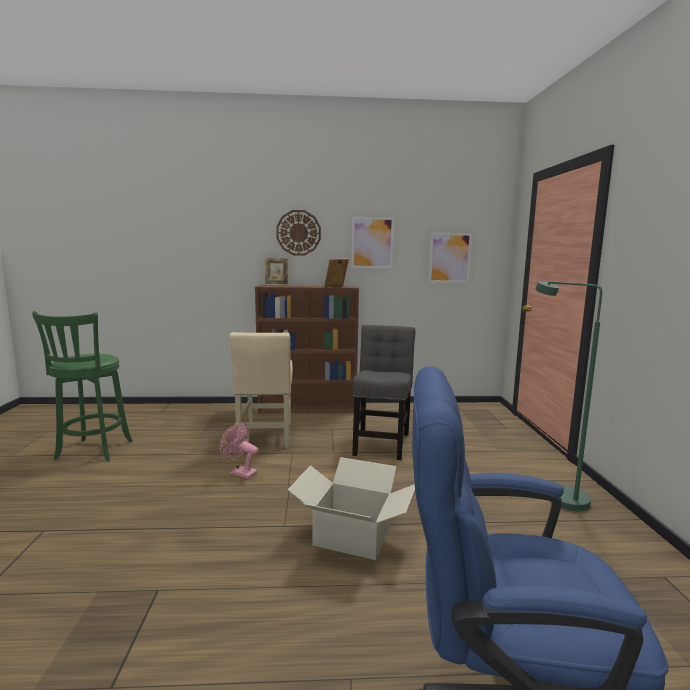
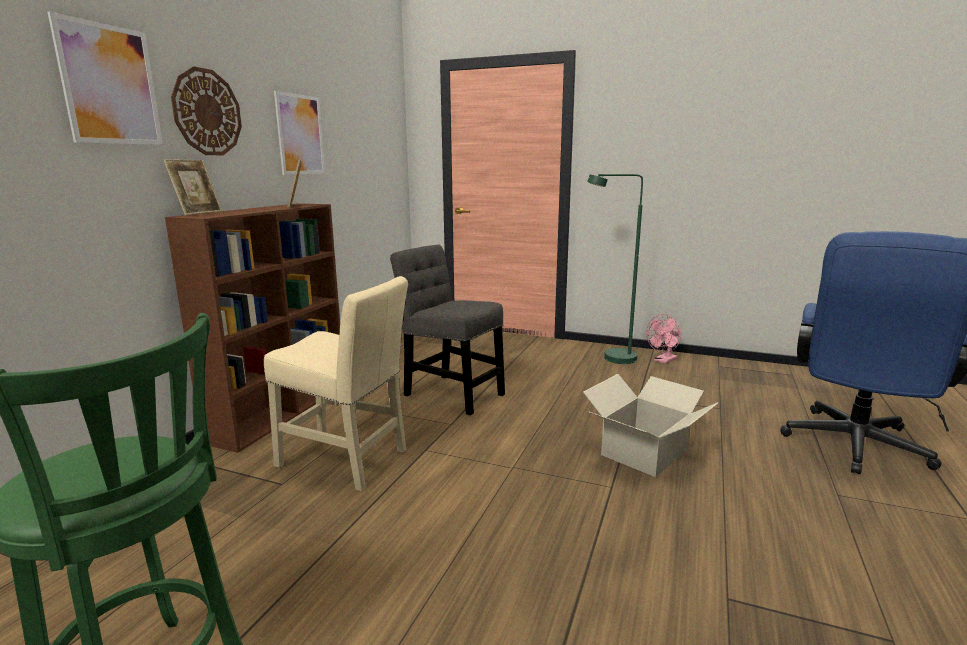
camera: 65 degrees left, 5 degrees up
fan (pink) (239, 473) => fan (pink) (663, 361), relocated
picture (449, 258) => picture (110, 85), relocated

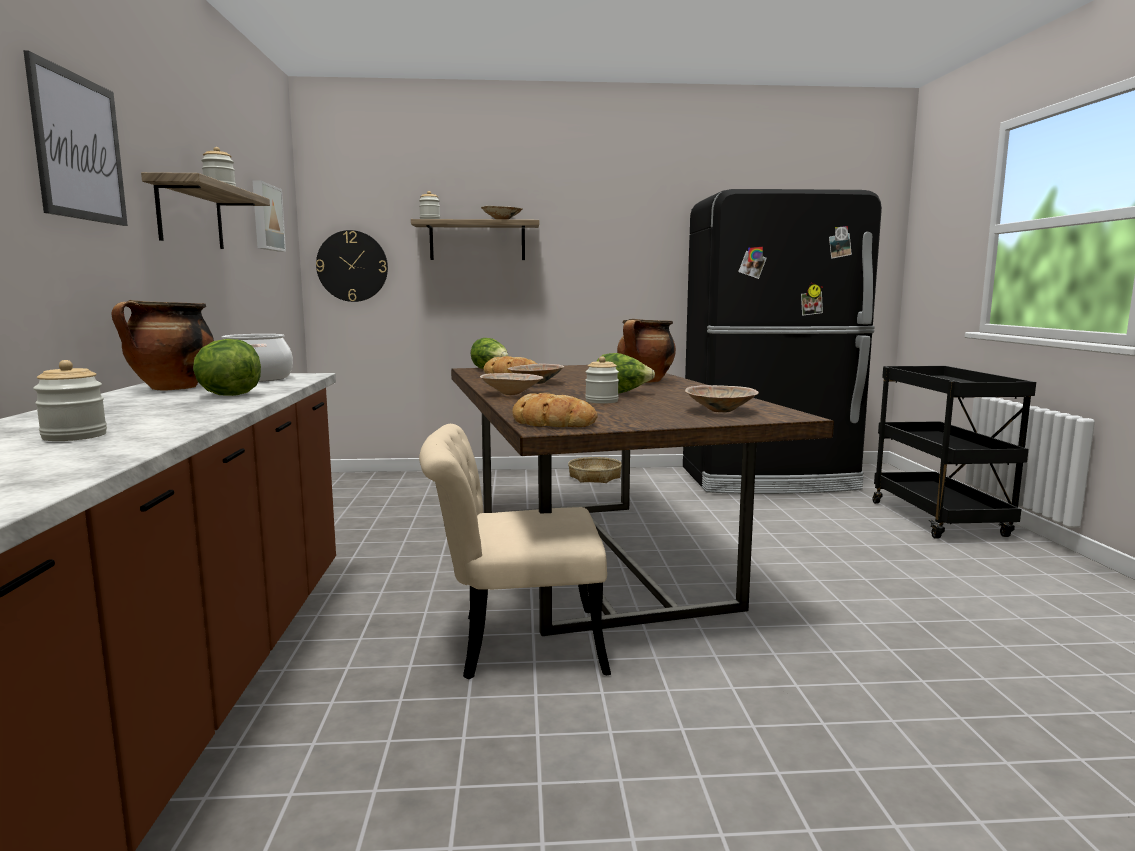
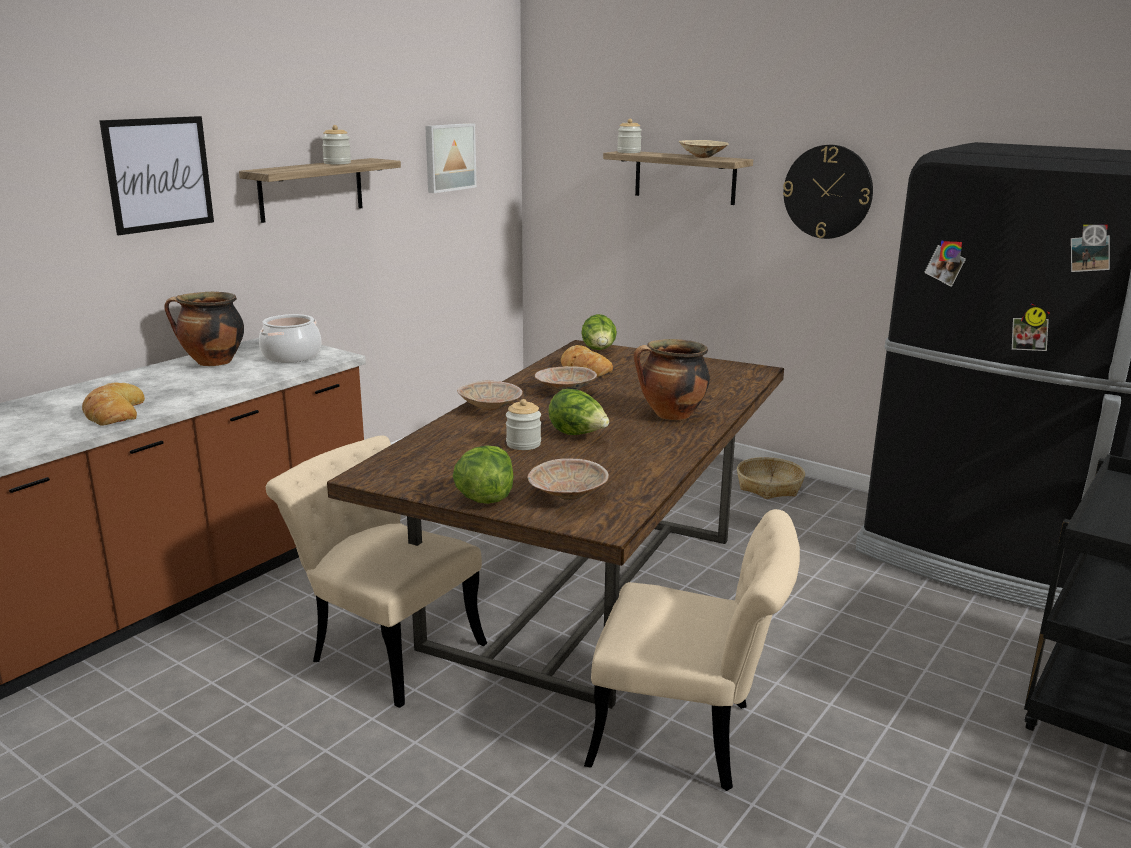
camera: 40 degrees right, 10 degrees up
jar (74, 436) => nothing
lettuce (228, 395) => lettuce (484, 499), relocated
wall clock (352, 266) => wall clock (827, 192), relocated
bread (551, 422) => bread (113, 413), relocated
nothing => chair (beige) (690, 737)

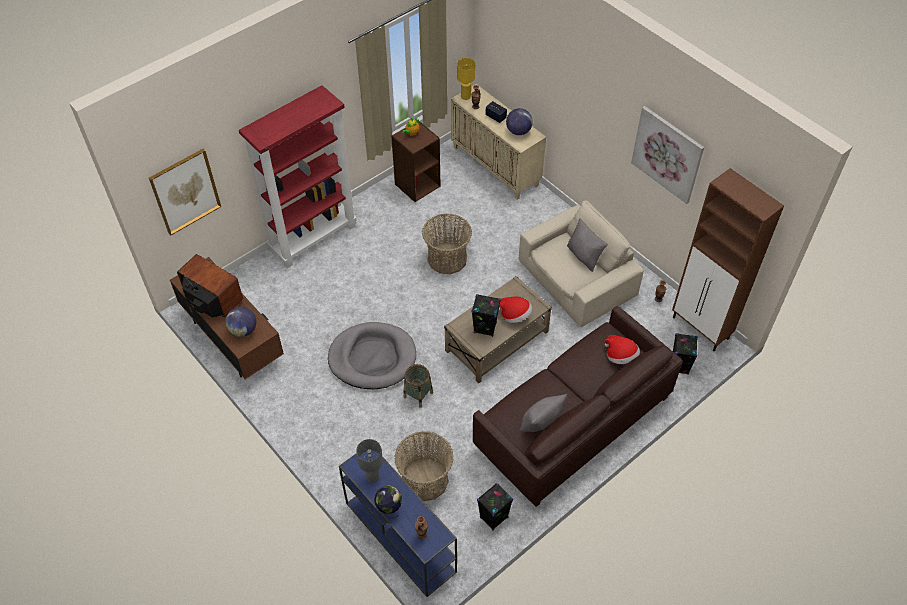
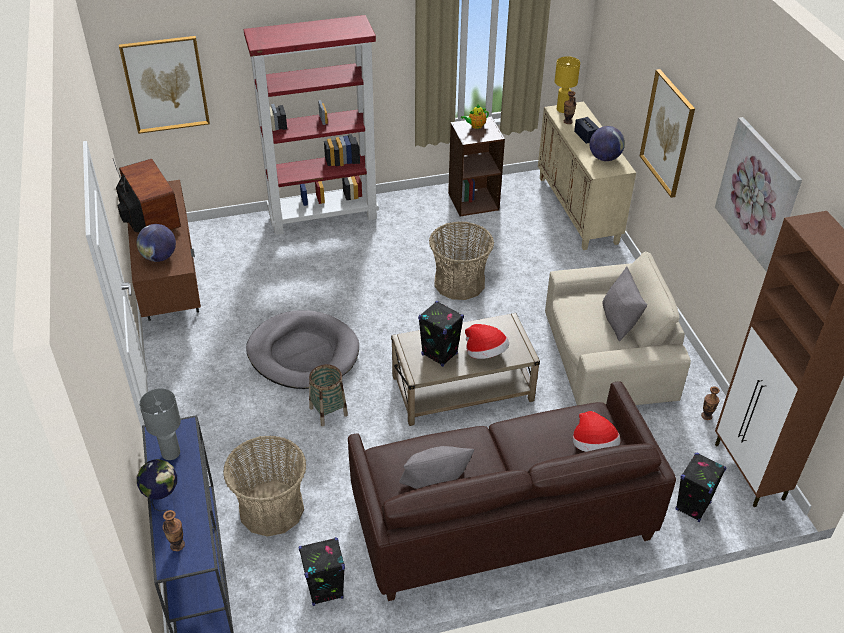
camera: 25 degrees right, 10 degrees down
nothing => picture (667, 133)

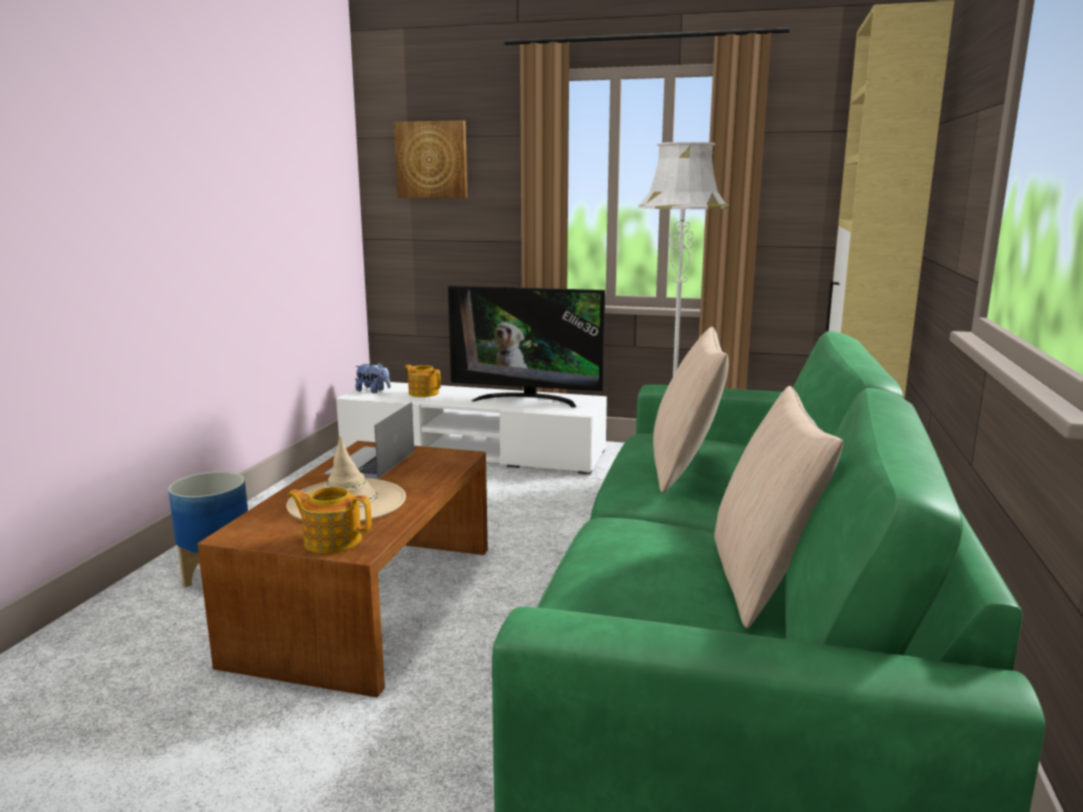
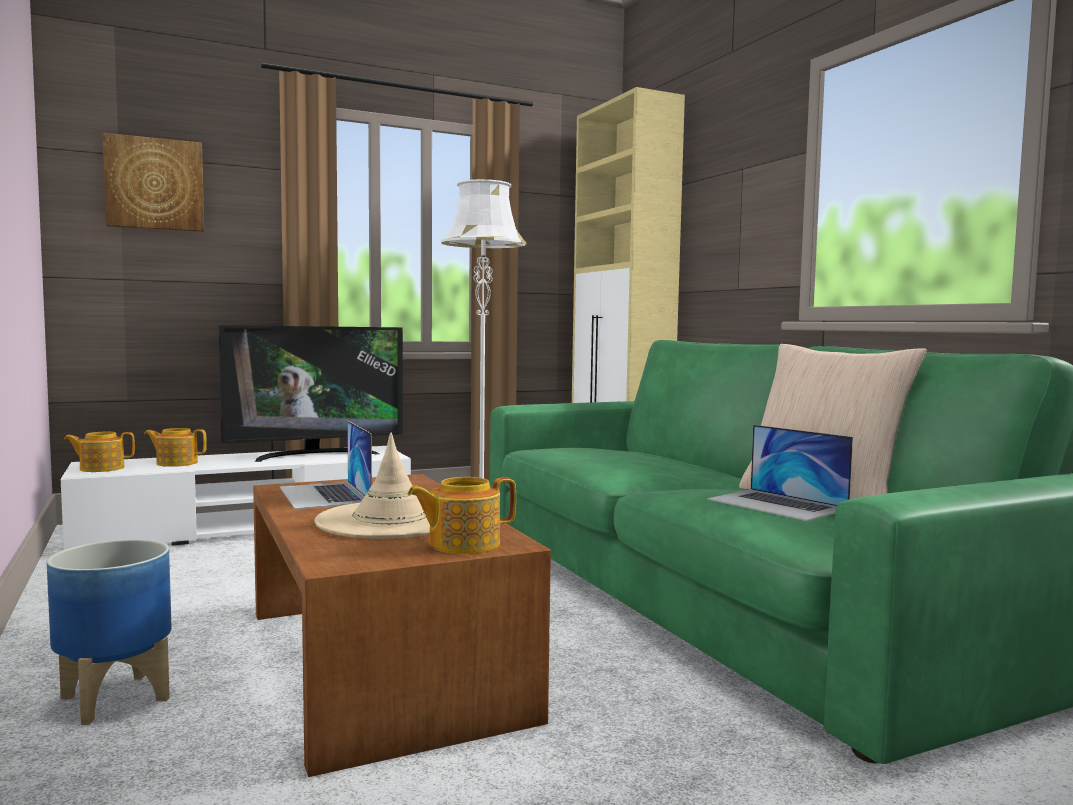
camera: 40 degrees left, 10 degrees down
plush toy (373, 391) => teapot (101, 468)
pillow (beige) (684, 468) => nothing
nothing => laptop (777, 504)

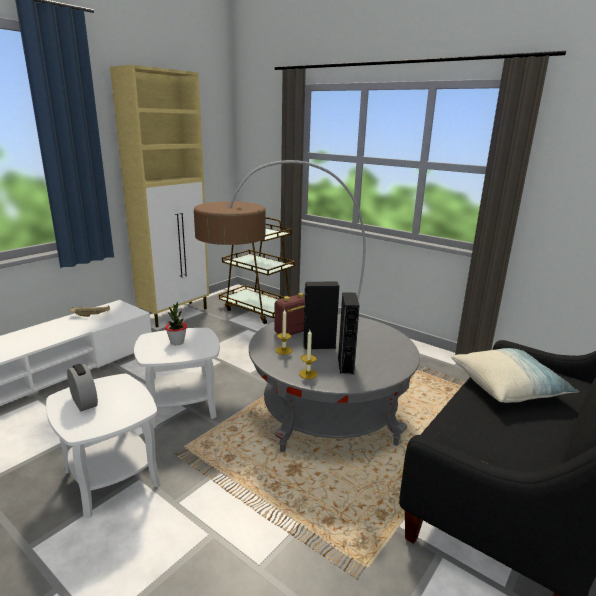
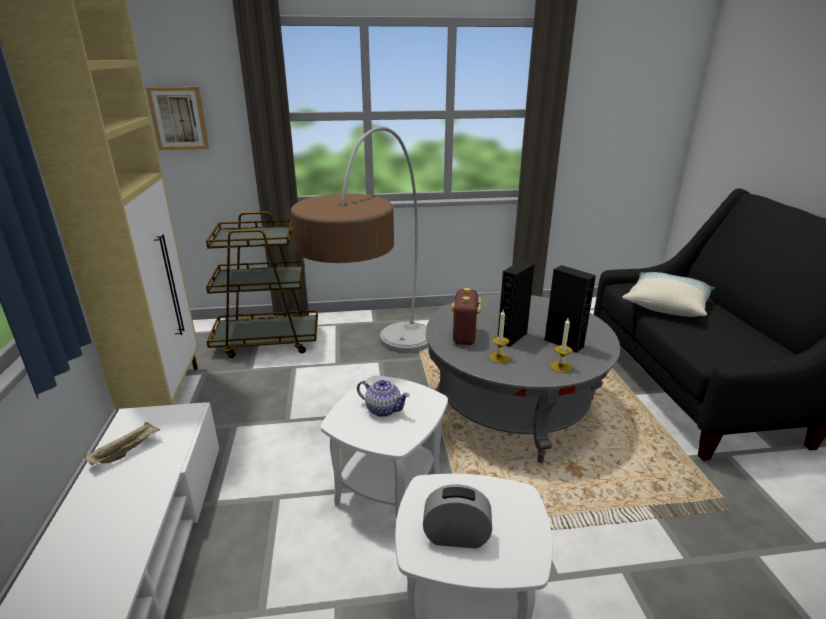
camera: 45 degrees left, 5 degrees up
potted plant (177, 342) => teapot (383, 409)
nothing => picture (179, 118)

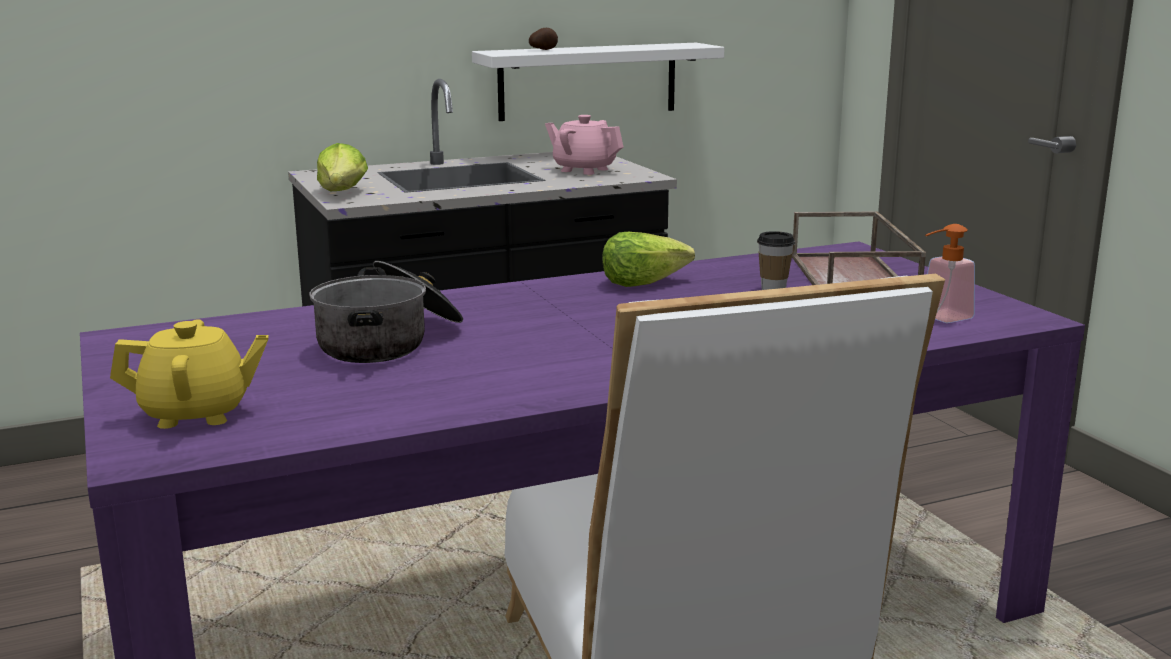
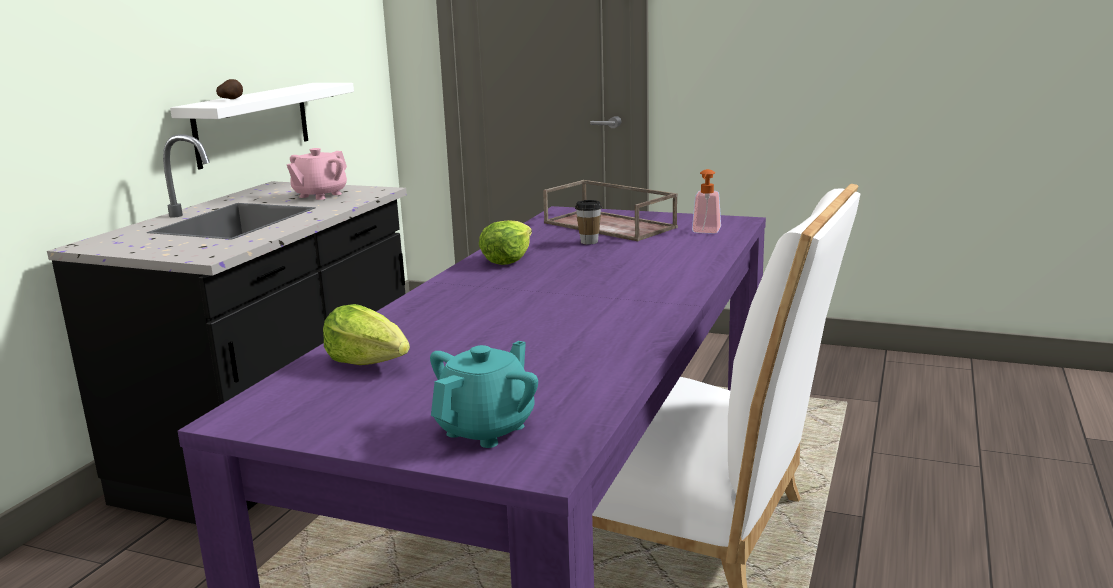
camera: 45 degrees left, 0 degrees up
teapot (yellow) (196, 414) => teapot (turquoise) (486, 429)
cooking pot (390, 341) => nothing
lettuce (343, 192) => lettuce (369, 362), relocated
teapot (pink) (584, 170) => teapot (pink) (320, 195), 45 degrees counterclockwise

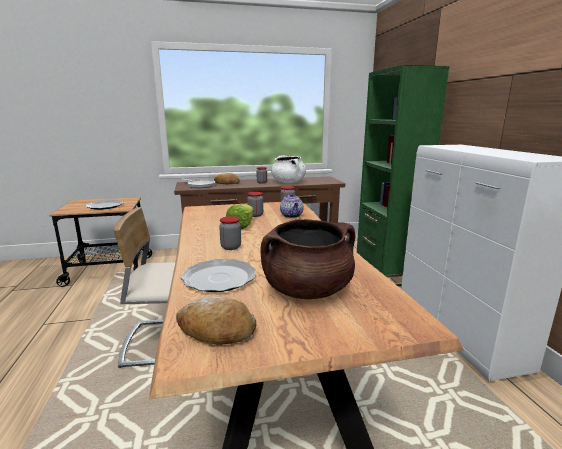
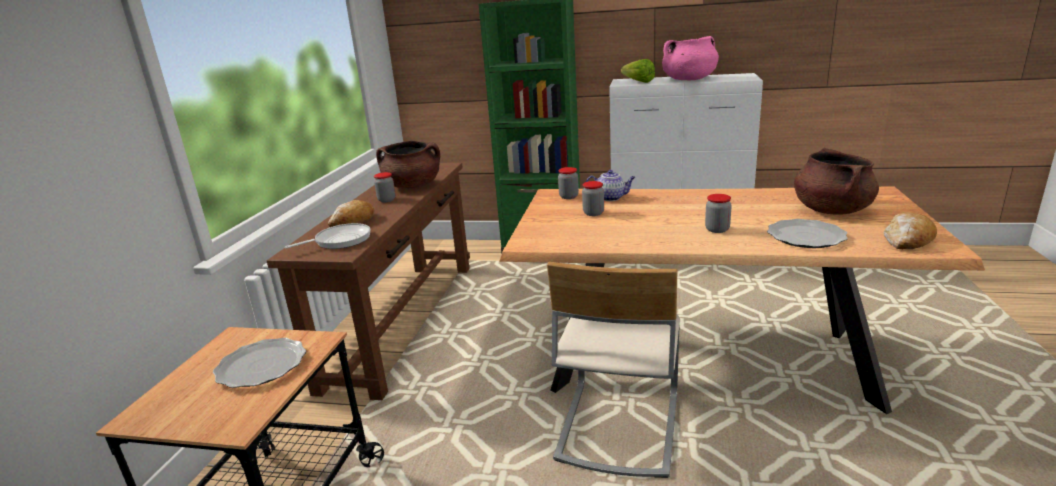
camera: 65 degrees left, 5 degrees up
lettuce (244, 225) => lettuce (636, 82), relocated
cooking pot (white) (288, 182) => cooking pot (brown) (412, 186)
nothing => cooking pot (pink) (689, 79)

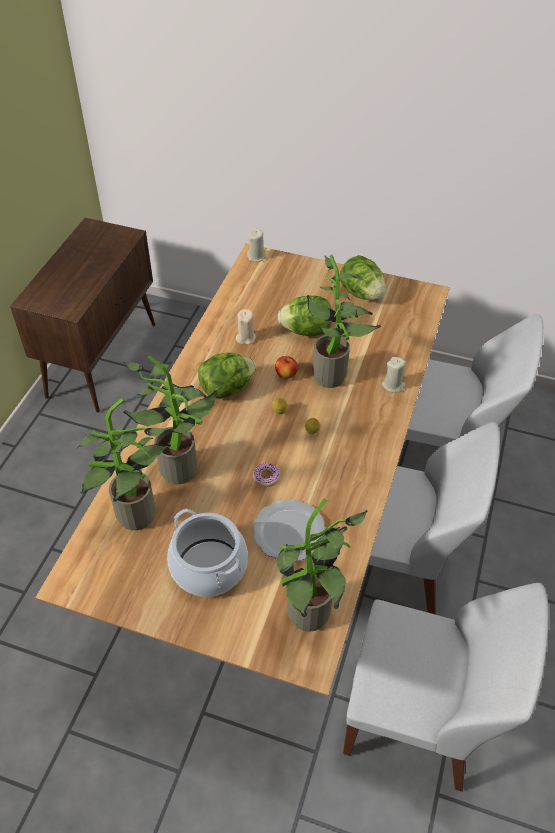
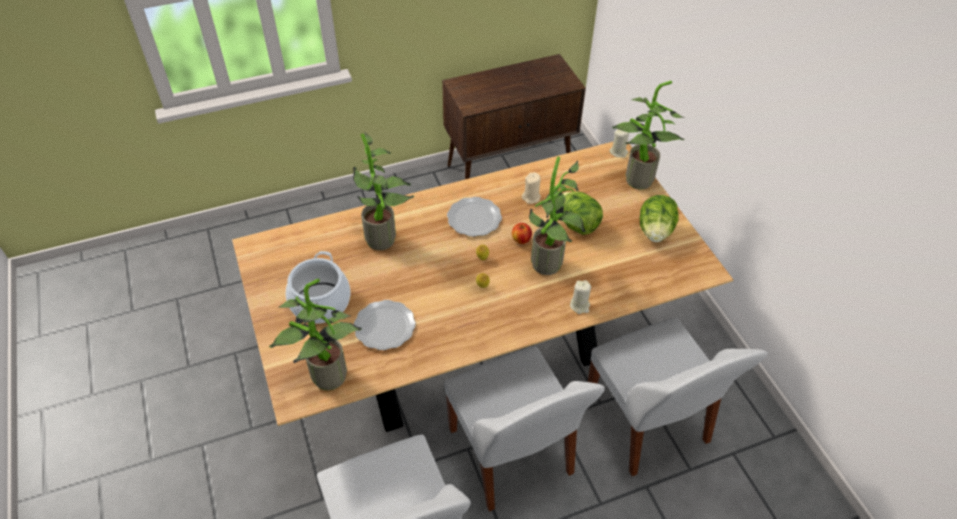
camera: 50 degrees right, 0 degrees up
potted plant (135, 520) => potted plant (635, 182), relocated
lettuce (226, 388) => plate (474, 218)
donut (266, 477) => nothing

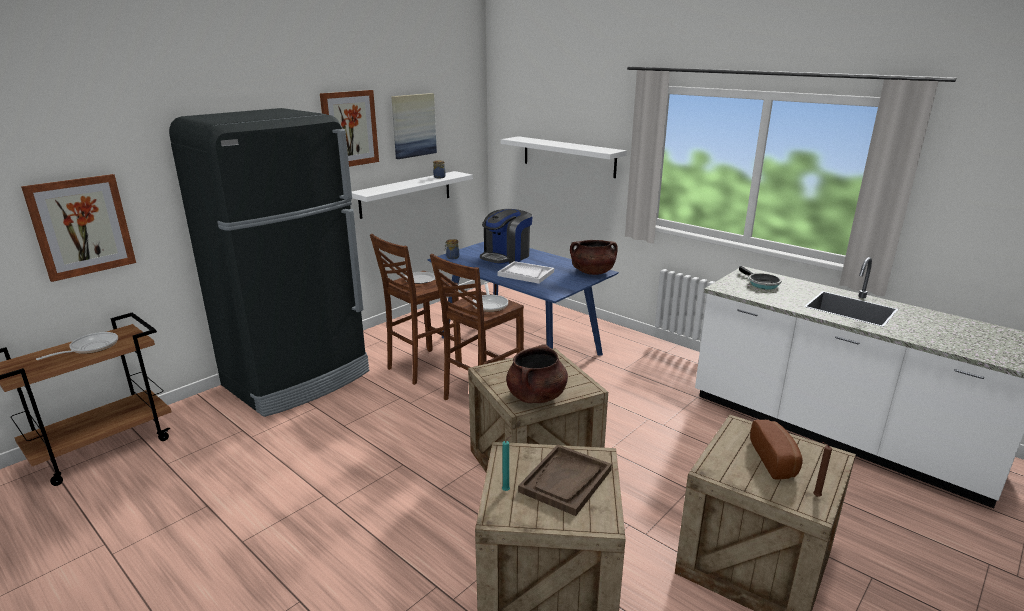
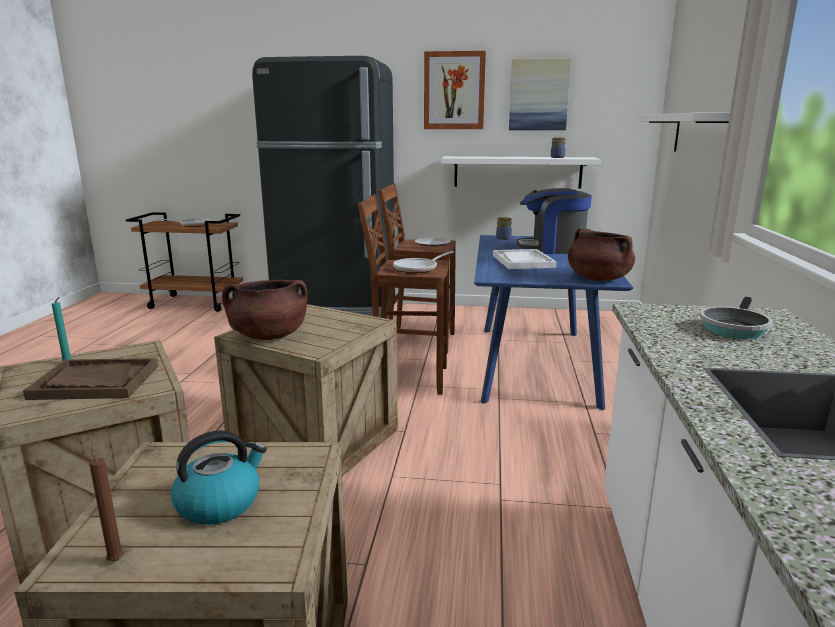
camera: 55 degrees right, 5 degrees down
picture (81, 226) => nothing
bread (776, 460) => kettle (220, 503)

